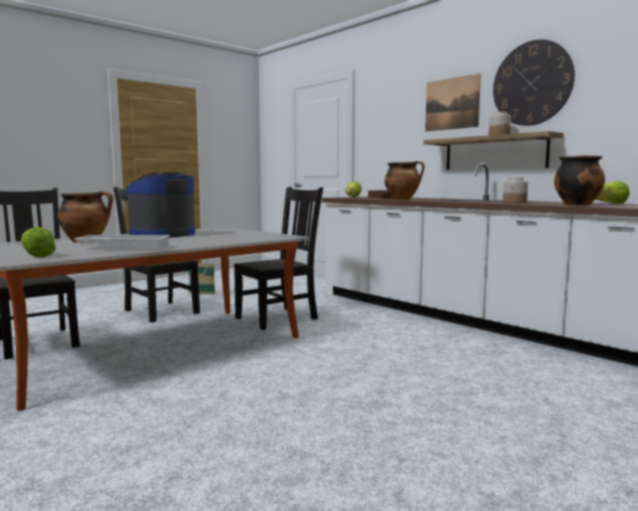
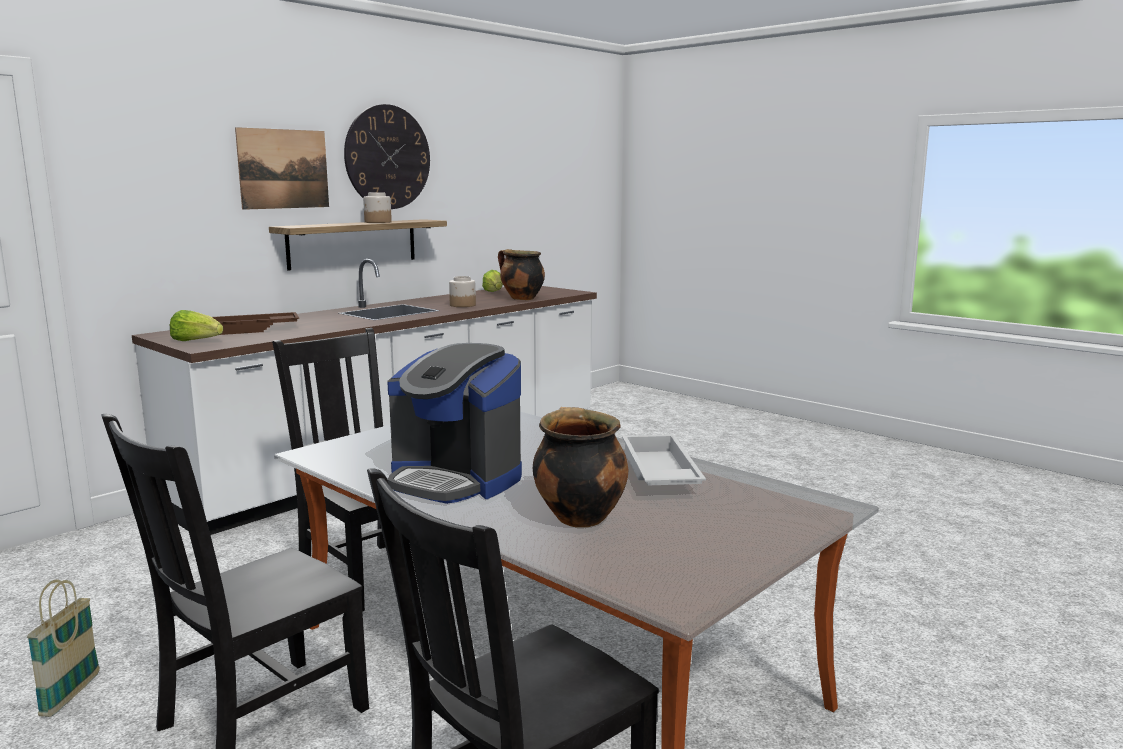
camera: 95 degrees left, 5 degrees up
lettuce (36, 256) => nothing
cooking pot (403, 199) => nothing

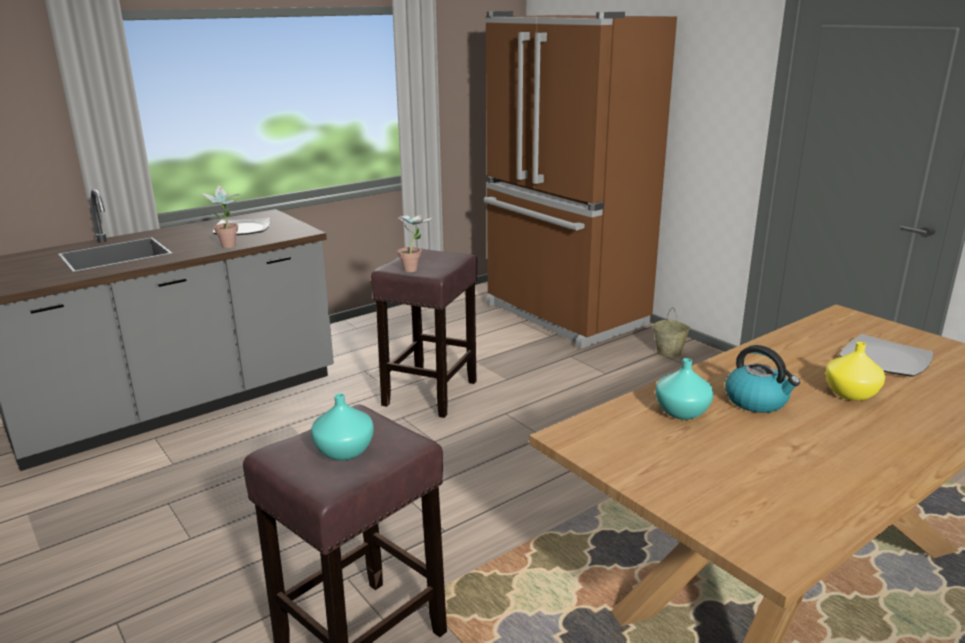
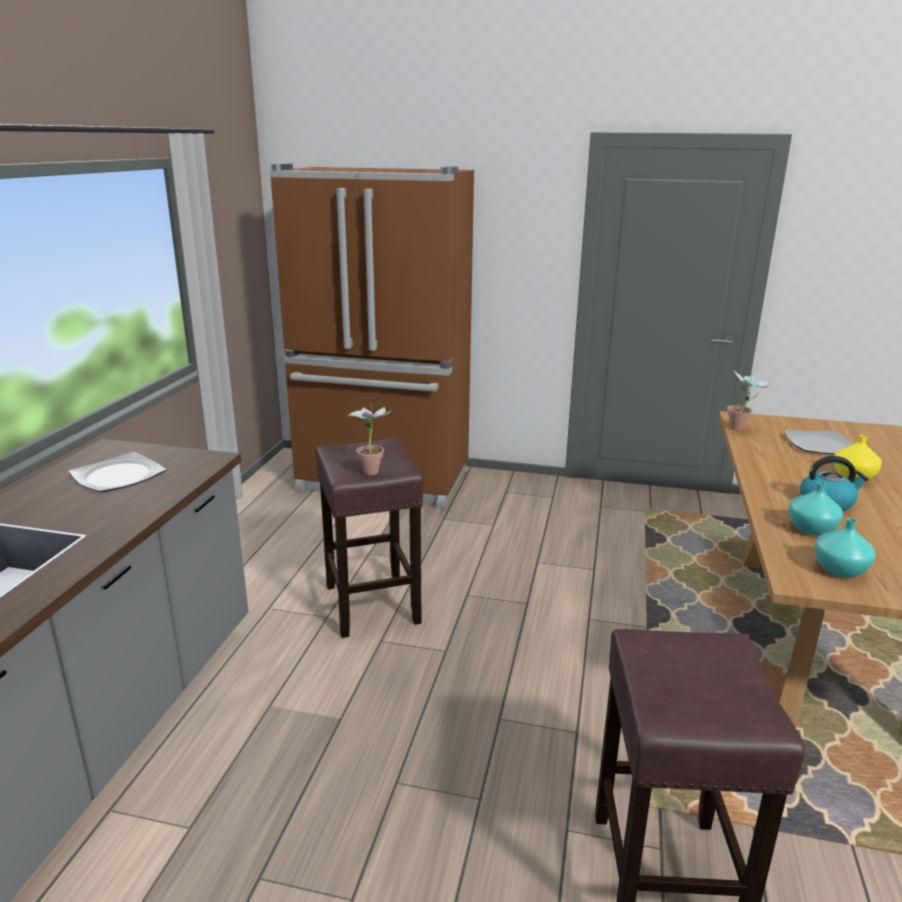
camera: 40 degrees left, 0 degrees up
potted plant (228, 247) => potted plant (741, 429), relocated
vase (turquoise) (345, 452) => vase (turquoise) (841, 570), relocated
bucket (beige) (669, 353) => nothing

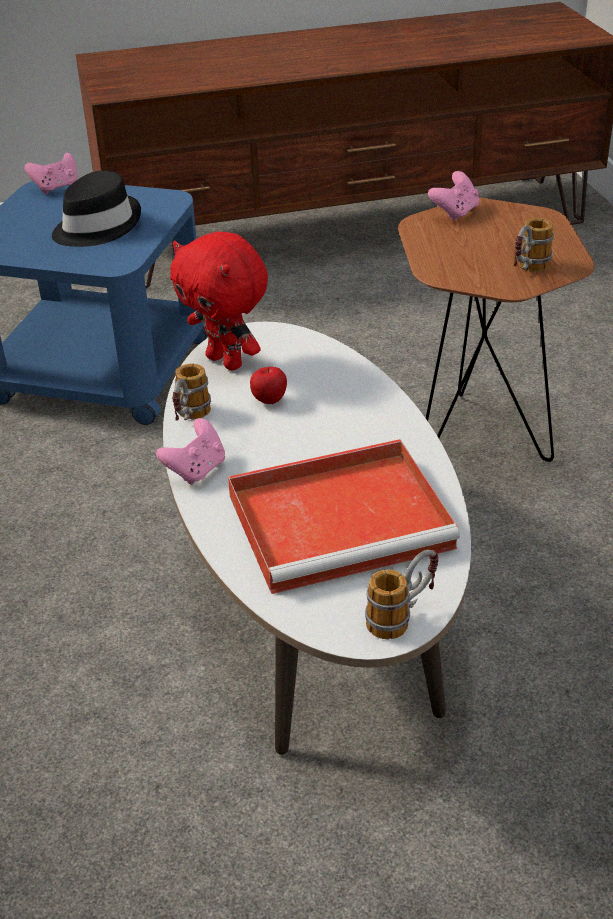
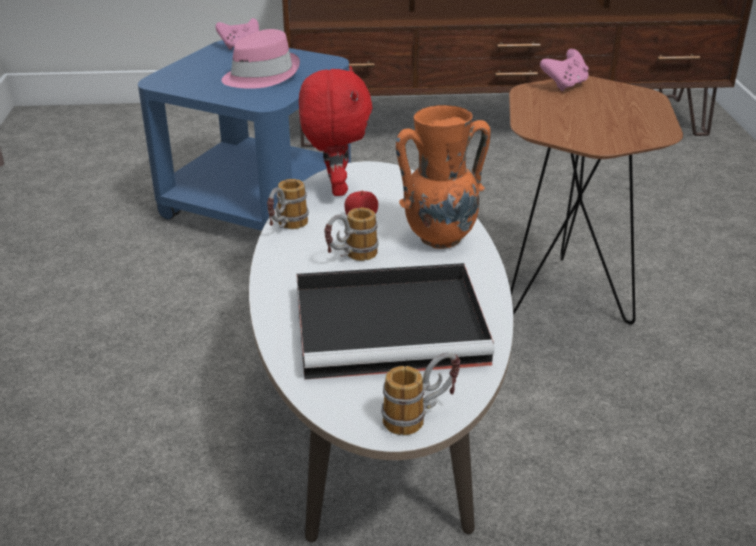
camera: 10 degrees right, 5 degrees down
hat (black) (96, 226) => hat (pink) (261, 75)
game controller (pink) (196, 470) => nothing
plush toy (red) (226, 361) => plush toy (red) (335, 188), 150 degrees counterclockwise
tray (red) (343, 520) => tray (black) (393, 326)
mug (527, 271) => mug (350, 258), relocated
nothing => vase (orange) (438, 239)

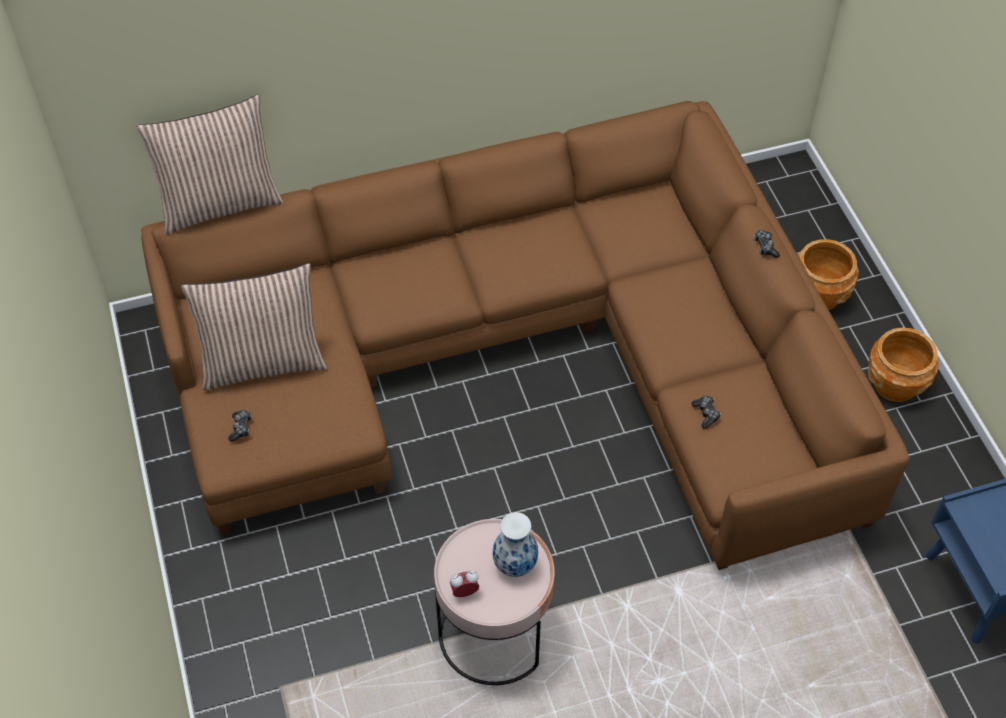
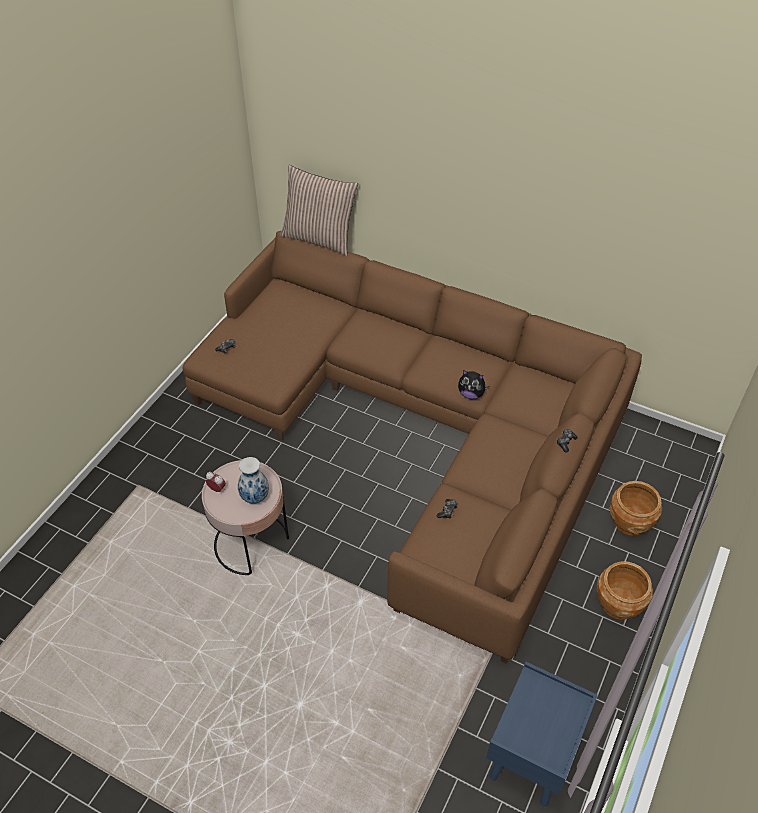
camera: 45 degrees right, 5 degrees down
pillow (263, 362) => nothing
nothing => plush toy (471, 394)

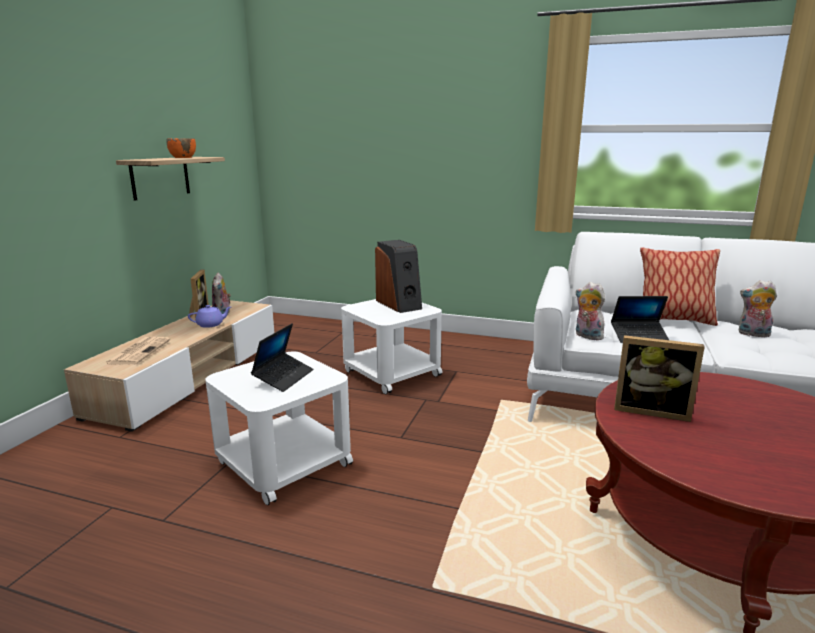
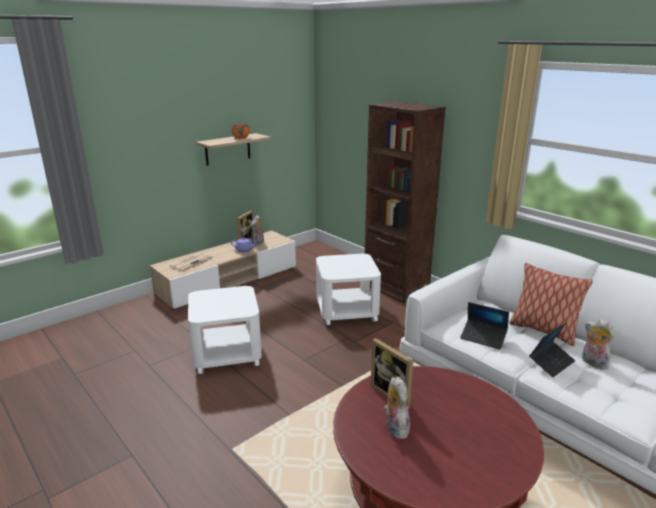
camera: 30 degrees right, 5 degrees up
laptop (283, 377) => laptop (551, 362), relocated
speaker (399, 304) => nothing
plush toy (586, 336) => plush toy (394, 428), relocated
nothing => bookcase (brown) (395, 287)

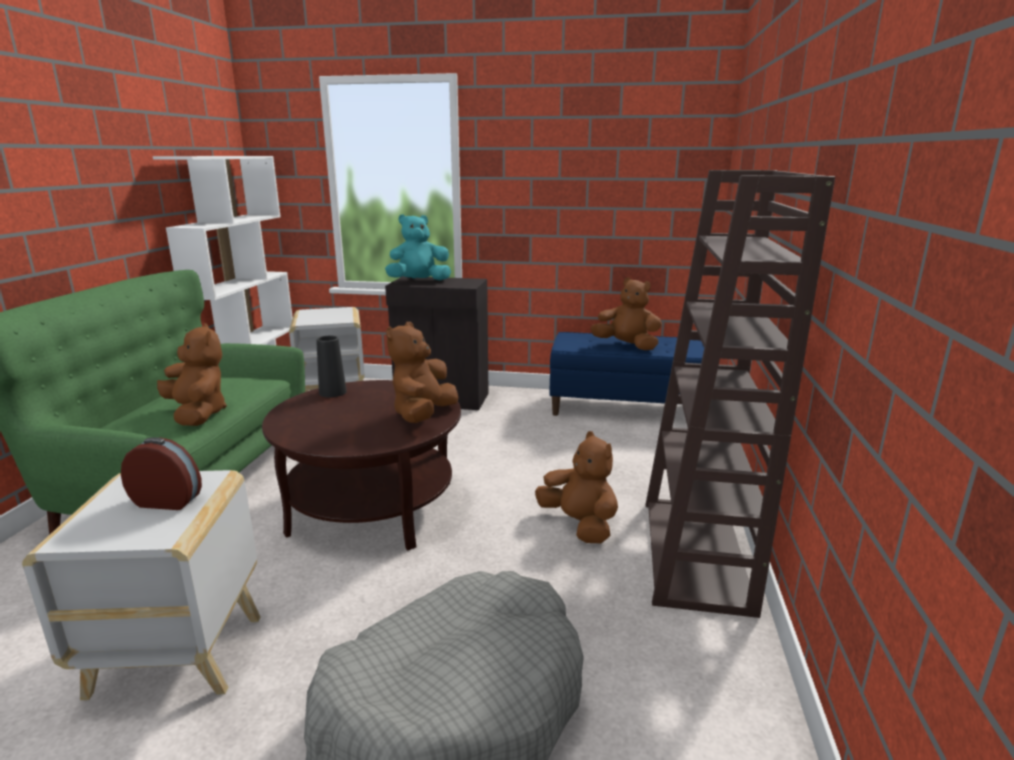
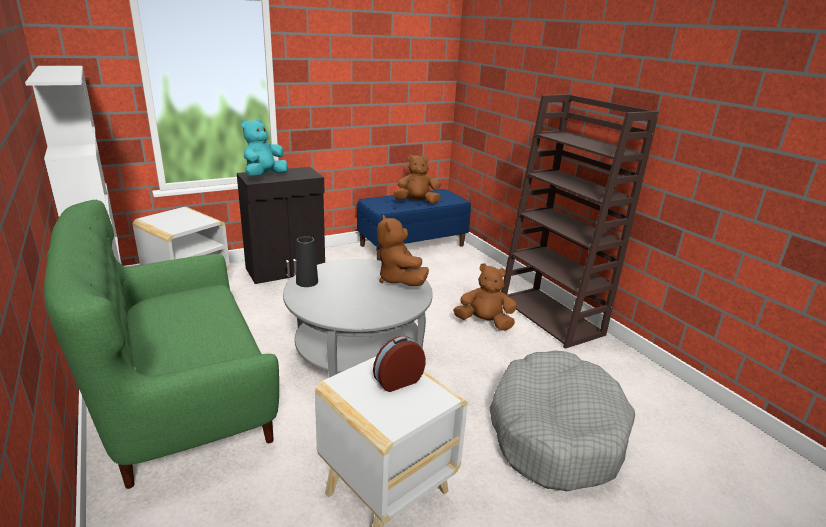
camera: 40 degrees left, 5 degrees up
plush toy (brown) (198, 414) => nothing
coffee table (brown) (372, 506) => coffee table (grey) (358, 358)

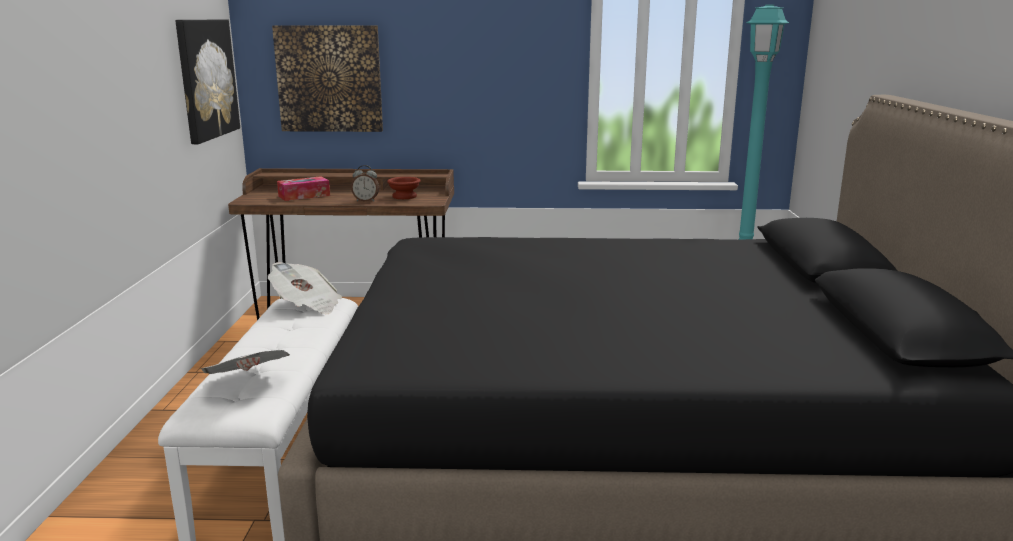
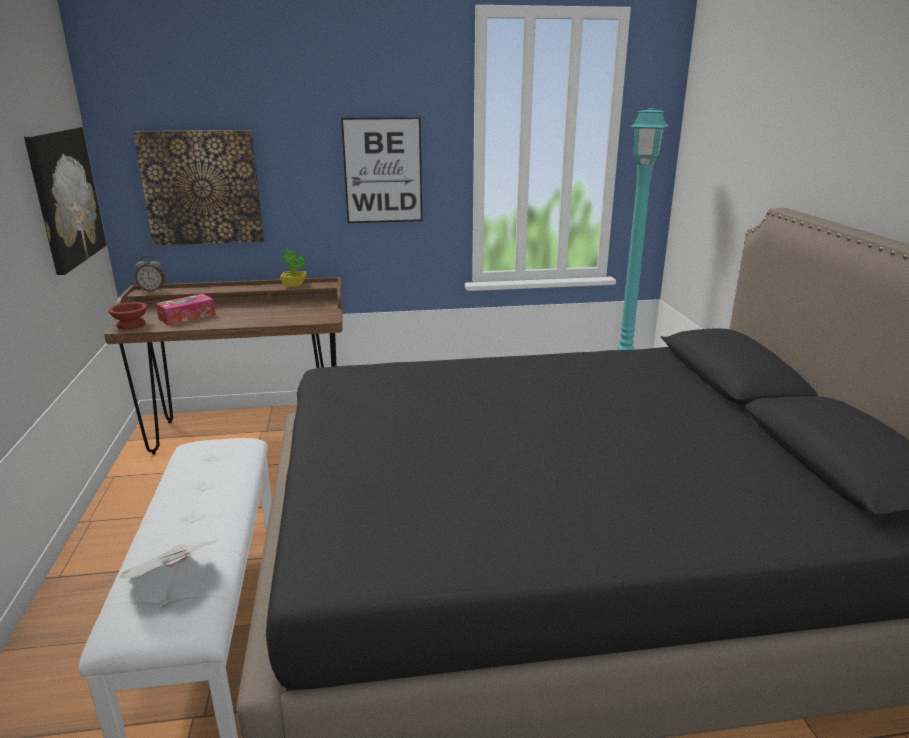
camera: 10 degrees left, 5 degrees up
newspaper (307, 305) => nothing
alarm clock (366, 200) => alarm clock (152, 290), relocated
bowl (brown) (404, 197) => bowl (brown) (131, 325), relocated
nothing => potted plant (294, 285)
nothing => picture (383, 171)

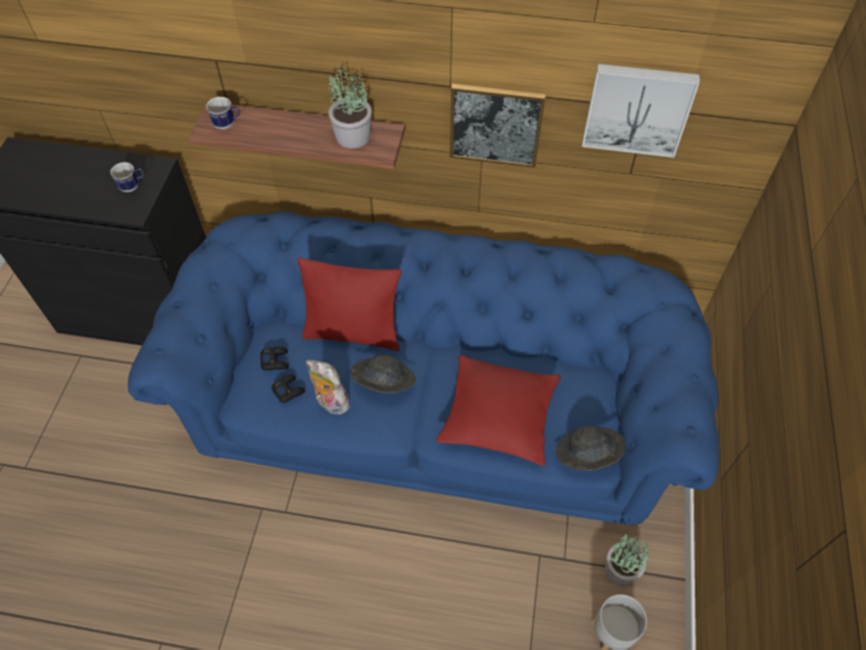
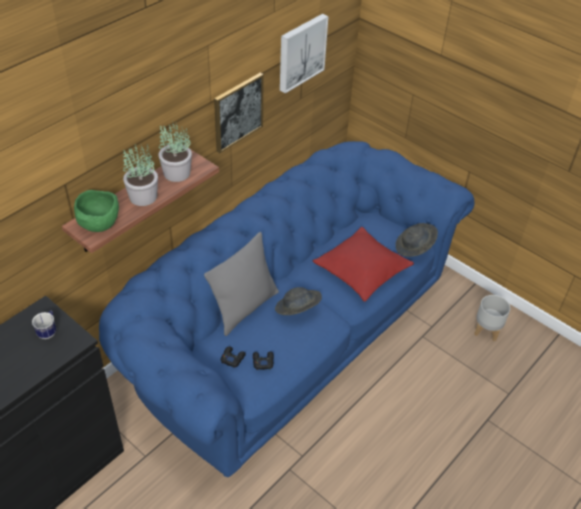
camera: 60 degrees left, 10 degrees down
mug (227, 124) => bowl (green) (99, 224)
pillow (red) (353, 333) => pillow (grey) (244, 308)
plush toy (330, 403) => nothing
potted plant (621, 569) => potted plant (143, 196), relocated

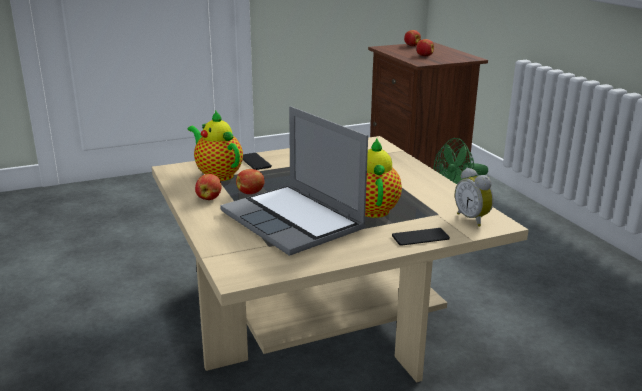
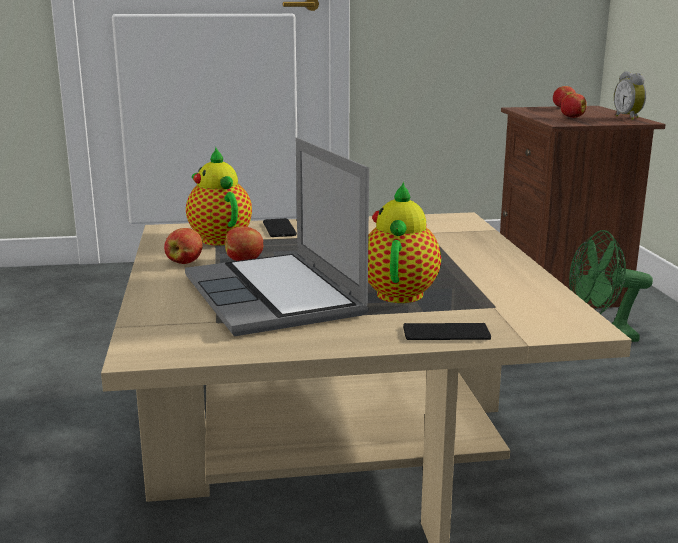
camera: 15 degrees right, 5 degrees down
alarm clock (473, 219) => alarm clock (629, 118), relocated

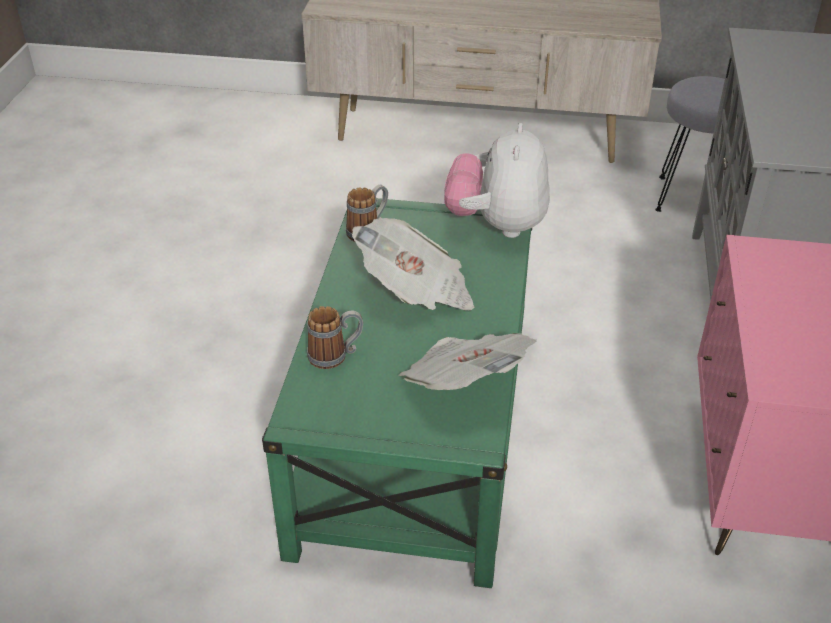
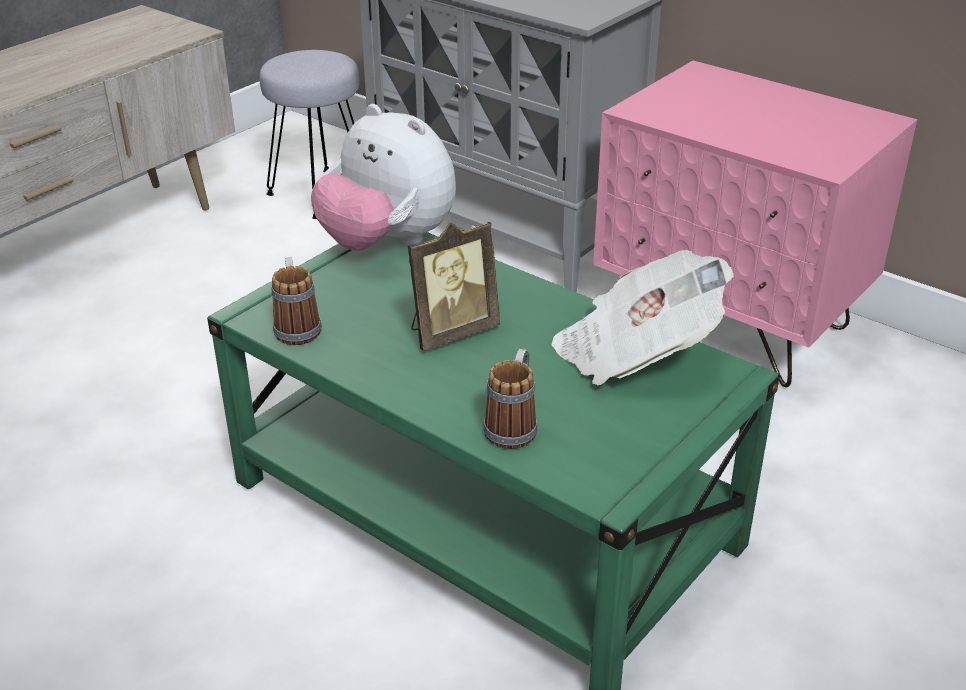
camera: 60 degrees left, 5 degrees down
newspaper (416, 292) => picture frame (451, 332)

